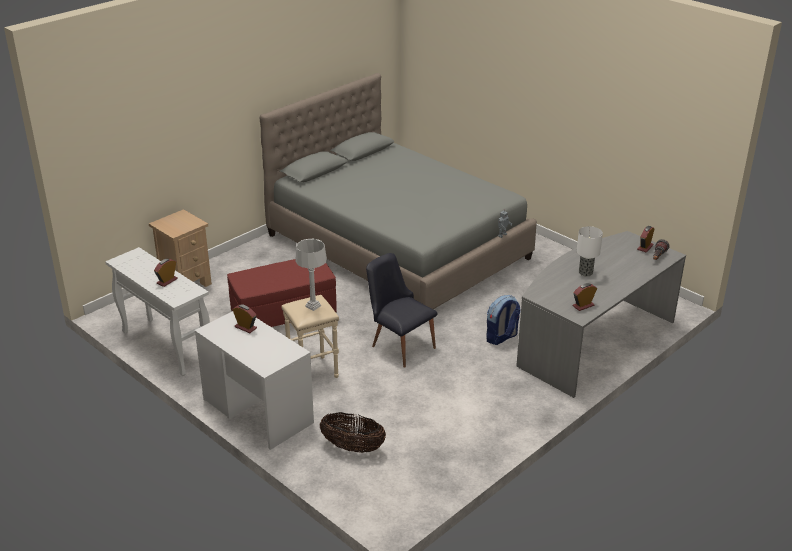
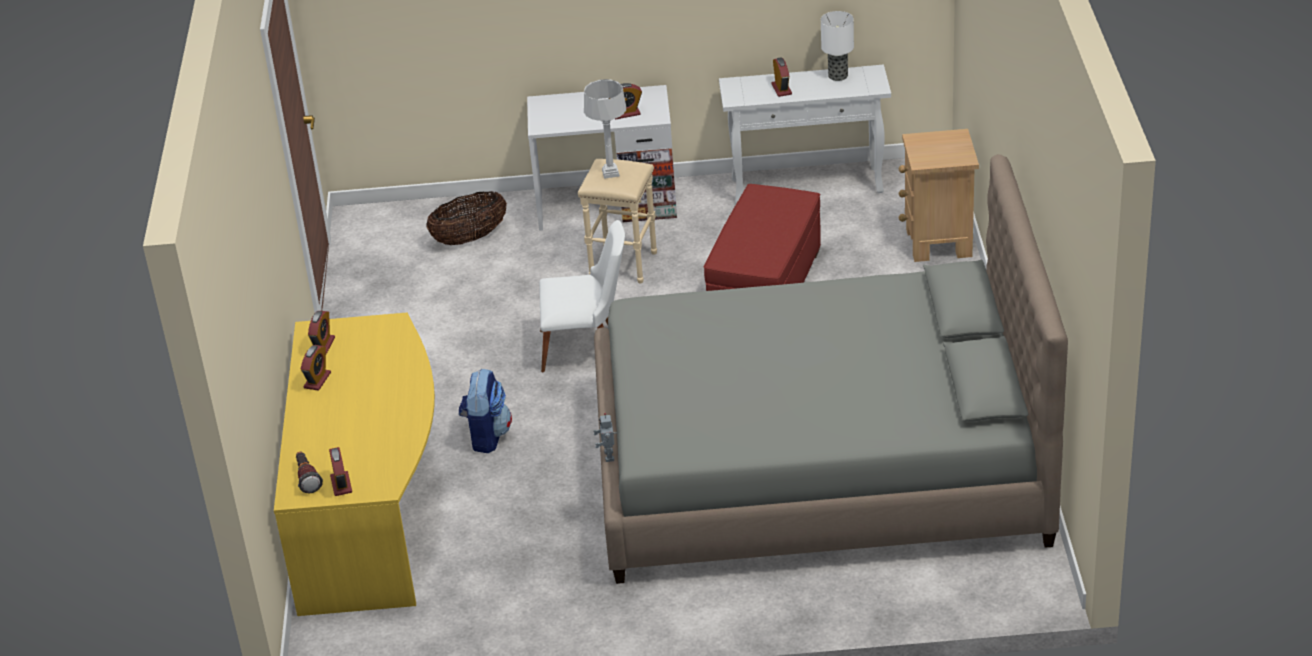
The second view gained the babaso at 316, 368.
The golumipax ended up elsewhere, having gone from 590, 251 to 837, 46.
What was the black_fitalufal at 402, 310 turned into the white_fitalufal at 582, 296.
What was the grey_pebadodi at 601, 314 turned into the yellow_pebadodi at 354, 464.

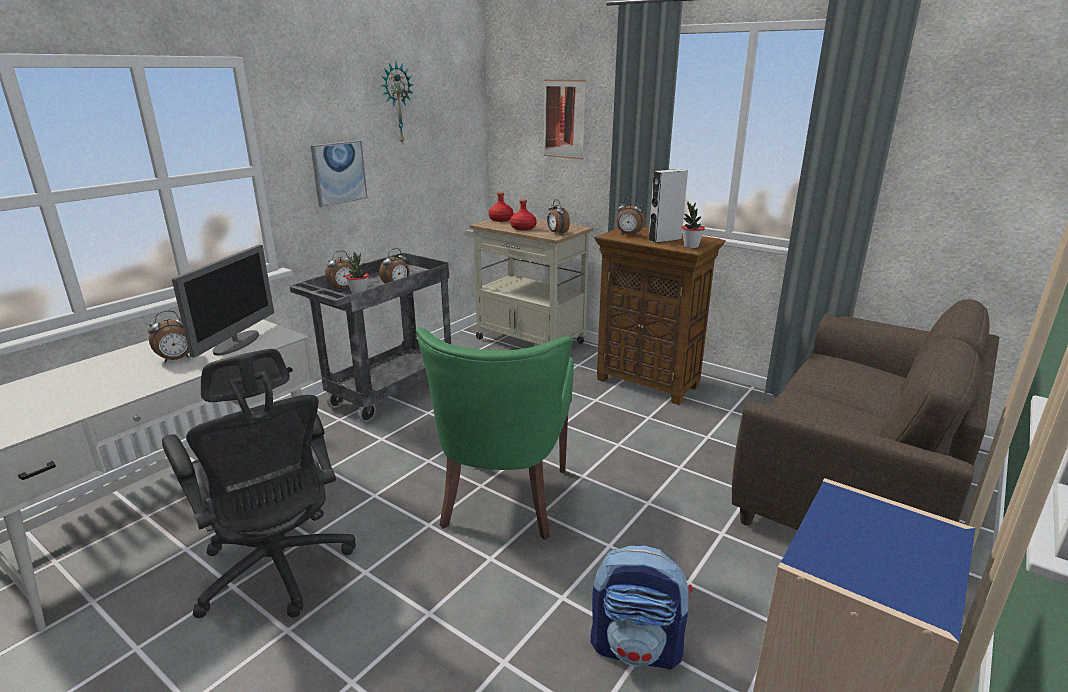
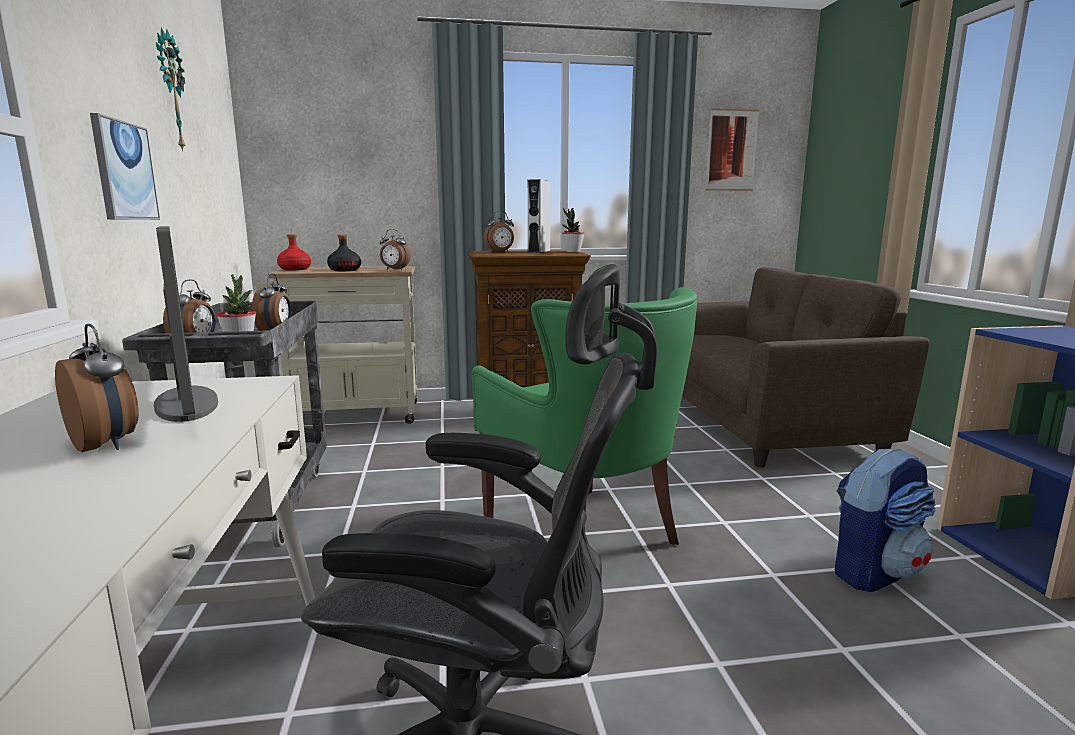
The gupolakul ended up elsewhere, having gone from 565, 119 to 732, 149.
What was the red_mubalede at 523, 214 turned into the black_mubalede at 344, 253.
The babaso at 168, 336 ended up facing another way, 60 degrees counterclockwise from before.

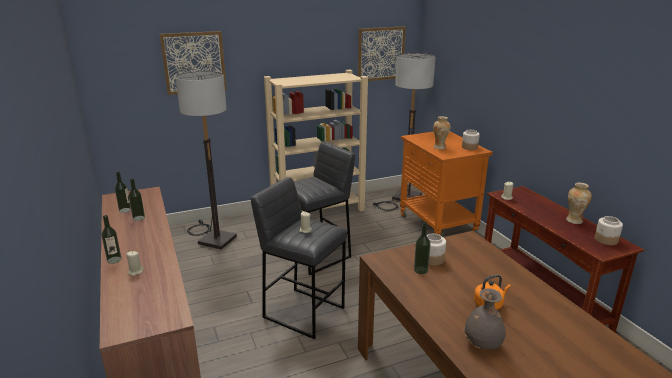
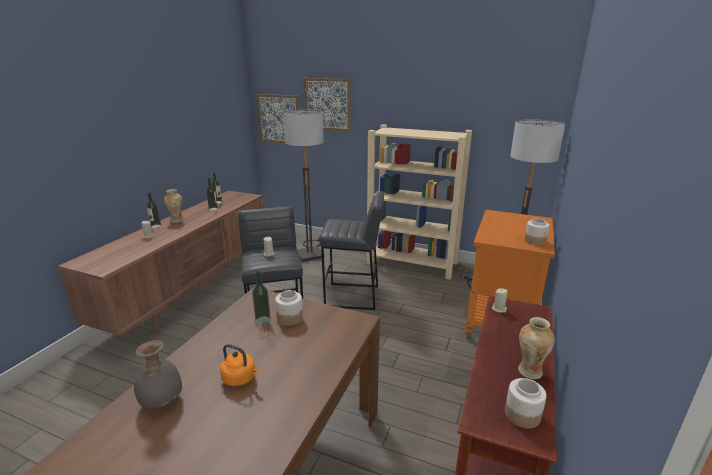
The gupolakul ended up elsewhere, having gone from 382, 53 to 277, 118.
The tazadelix ended up elsewhere, having gone from 442, 132 to 174, 206.

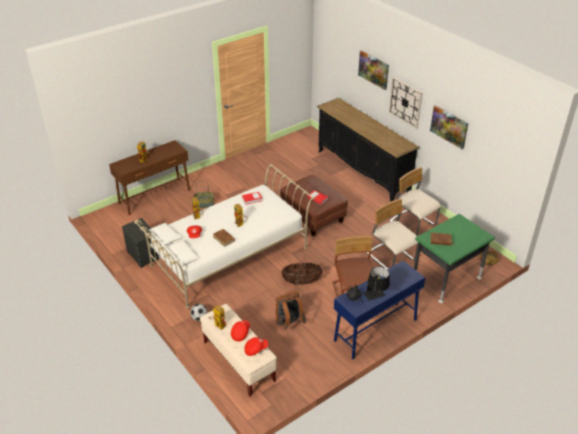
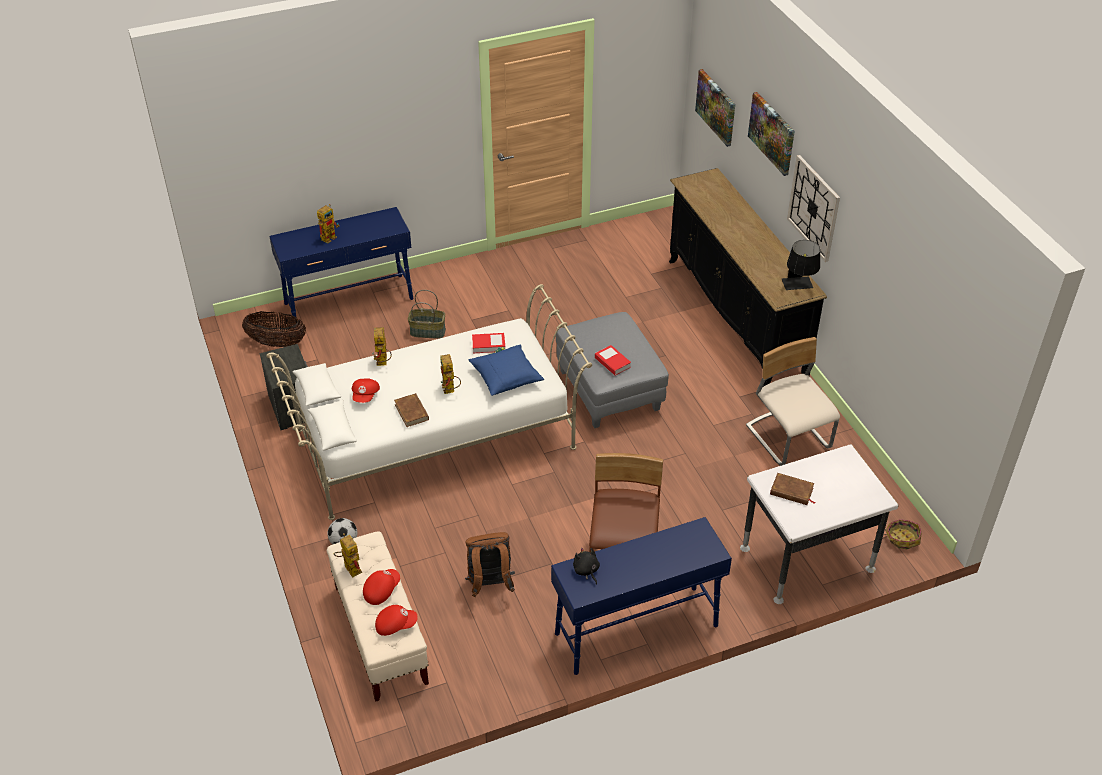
The second view lost the beige_fitalufal at 392, 233.
The second view gained the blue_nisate at 506, 370.
The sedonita ended up elsewhere, having gone from 302, 274 to 274, 329.
The black_golumipax ended up elsewhere, having gone from 376, 283 to 801, 265.
The gupolakul ended up elsewhere, having gone from 449, 127 to 715, 108.
What was the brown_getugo at 149, 177 turned into the blue_getugo at 341, 267.
What was the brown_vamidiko at 314, 205 turned into the grey_vamidiko at 612, 370.
What was the green_pebadodi at 454, 258 turned into the white_pebadodi at 819, 524.

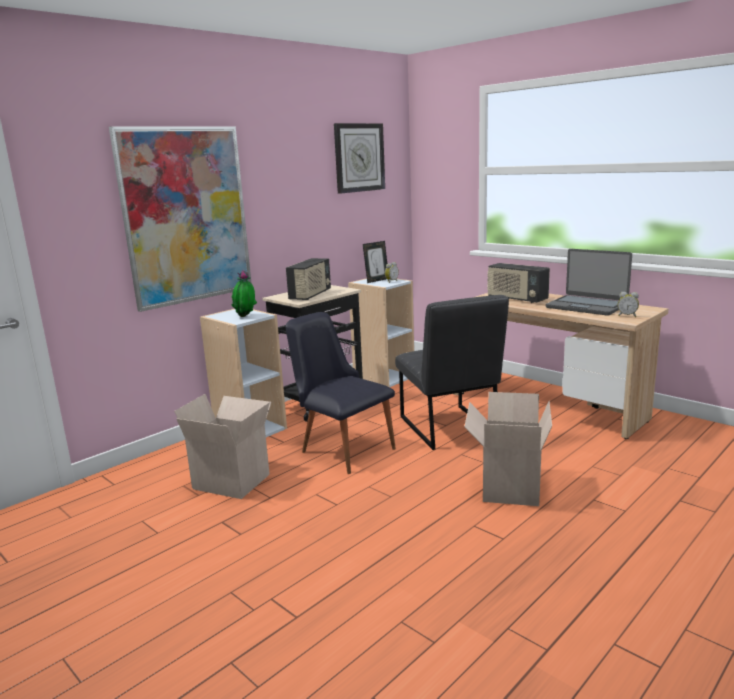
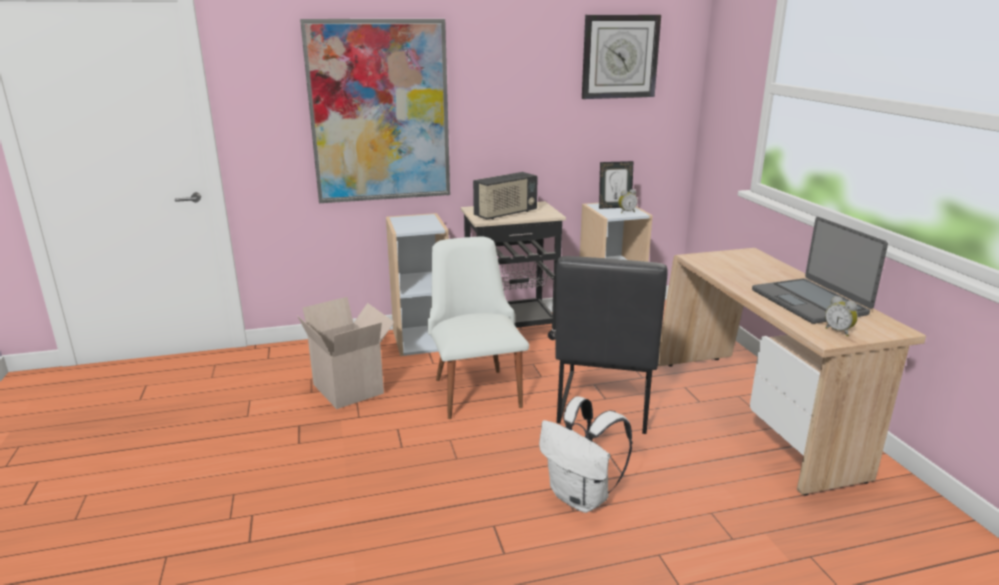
The second view lost the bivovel at 244, 293.
The second view lost the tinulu at 518, 283.
Where the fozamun stood at 508, 449, the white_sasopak came to stand at 585, 454.
What was the black_fitalufal at 340, 393 turned into the white_fitalufal at 478, 328.

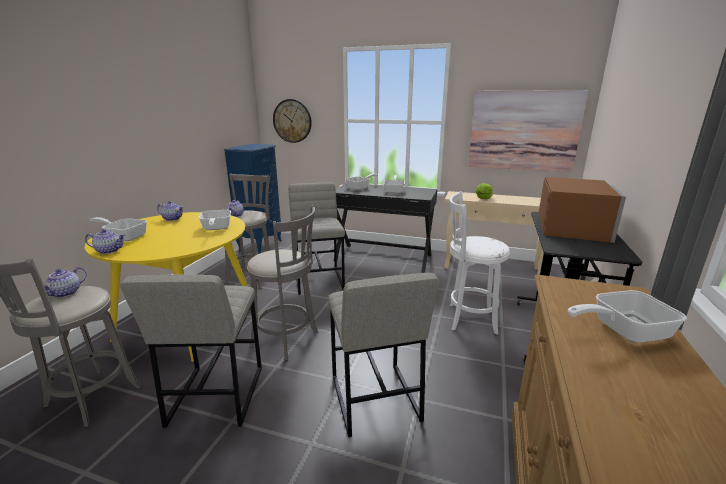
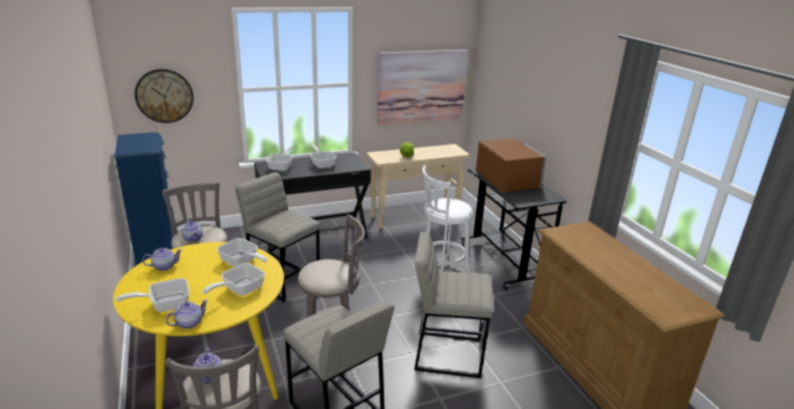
The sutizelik ended up elsewhere, having gone from 627, 316 to 233, 279.
The grey_fitalufal at 383, 355 ended up facing another way, 150 degrees clockwise from before.

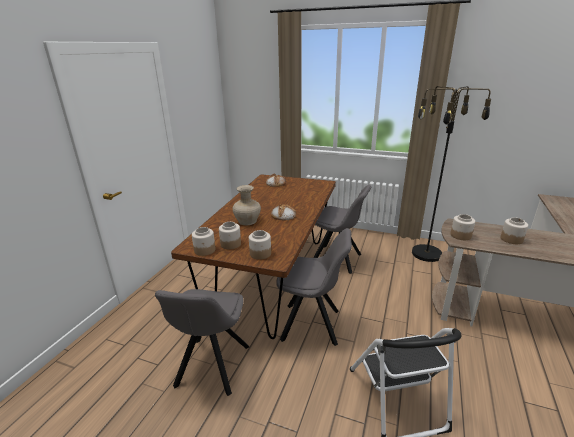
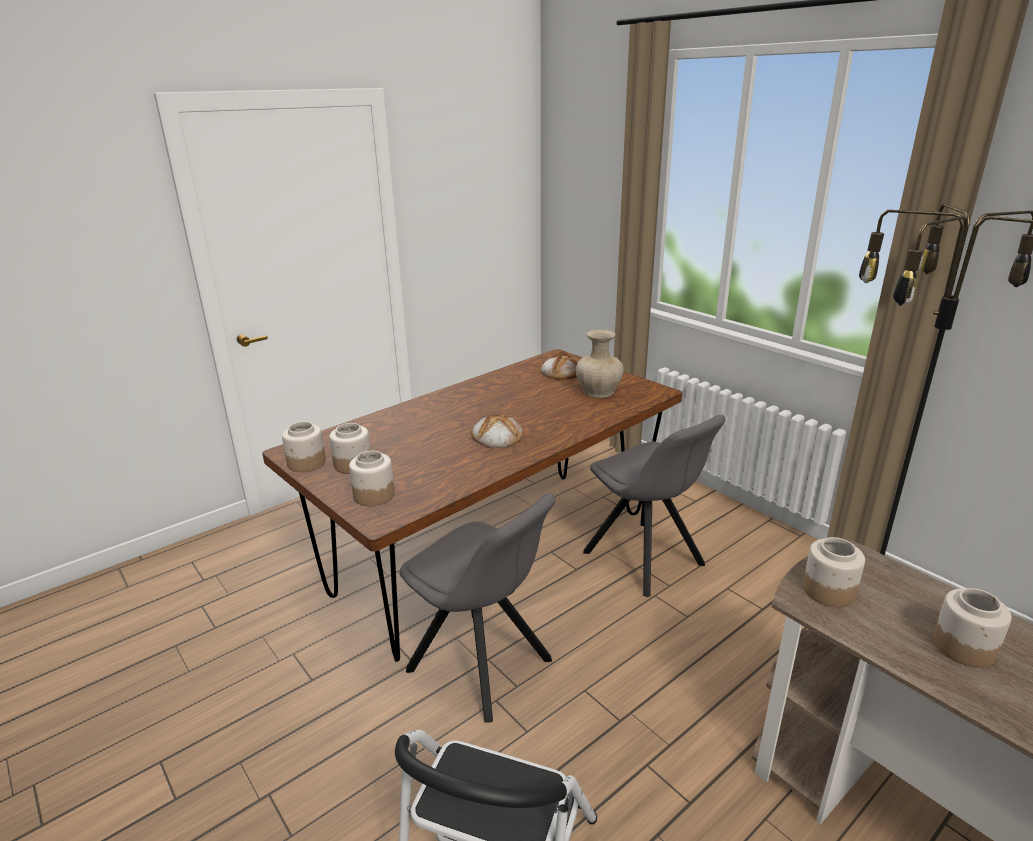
The second view lost the grey_fitalufal at 202, 342.
The beige_tazadelix ended up elsewhere, having gone from 246, 205 to 600, 363.

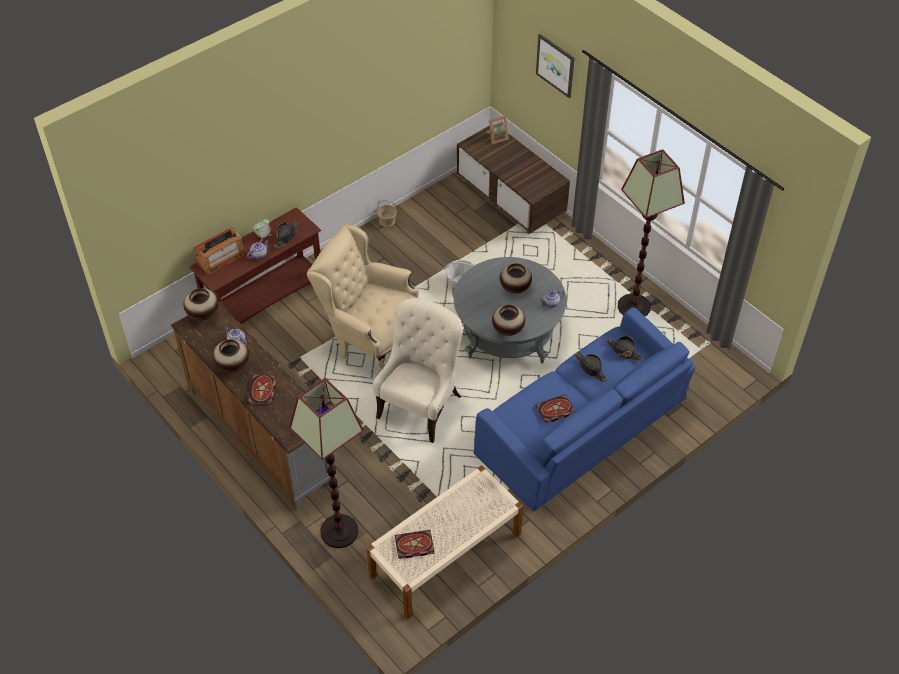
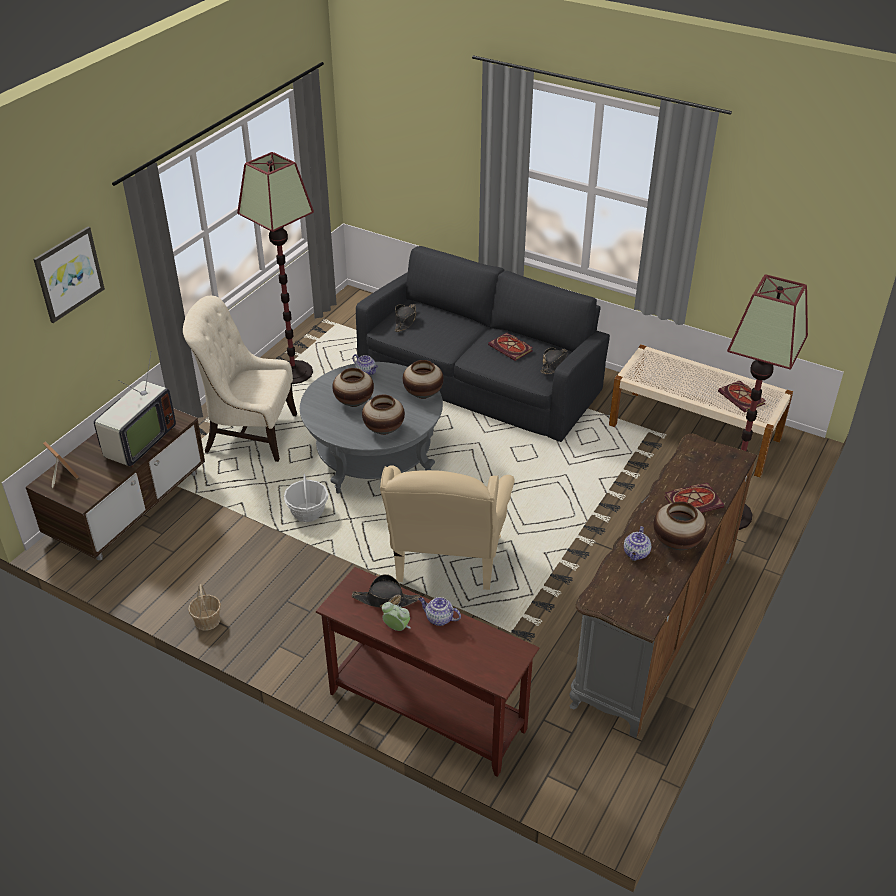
The second view lost the tinulu at 219, 251.
The second view gained the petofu at 135, 410.
The tazadelix ended up elsewhere, having gone from 201, 304 to 383, 414.
The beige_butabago ended up elsewhere, having gone from 418, 370 to 240, 379.
The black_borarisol ended up elsewhere, having gone from 591, 367 to 554, 360.
What was the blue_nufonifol at 584, 409 turned into the grey_nufonifol at 483, 344.

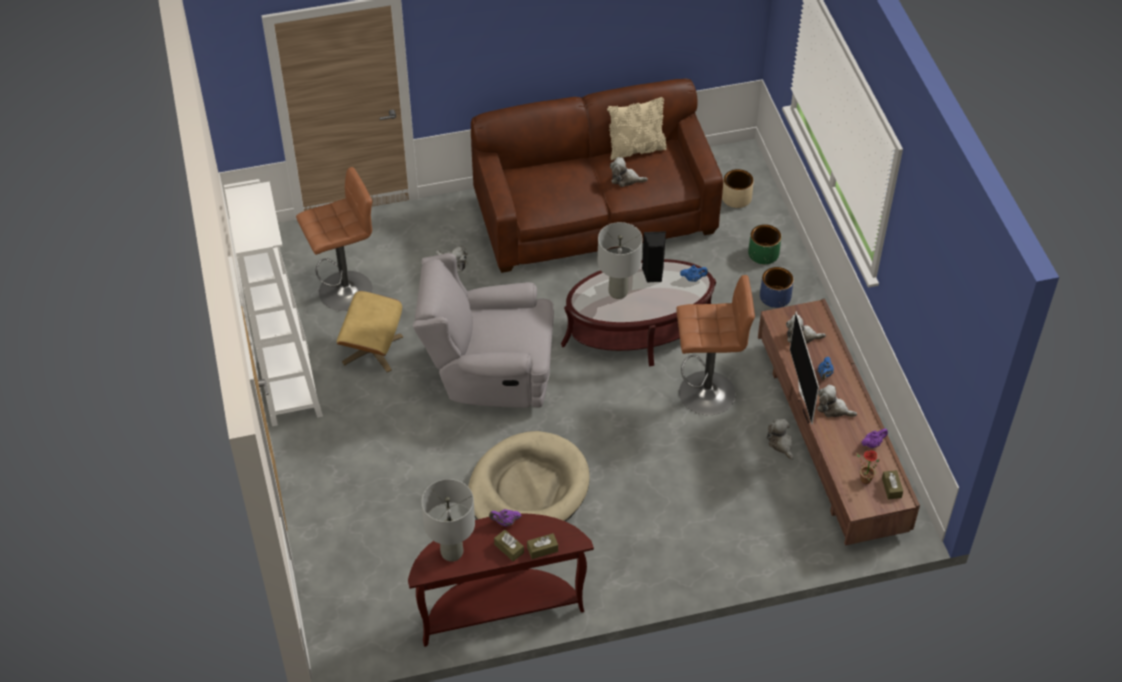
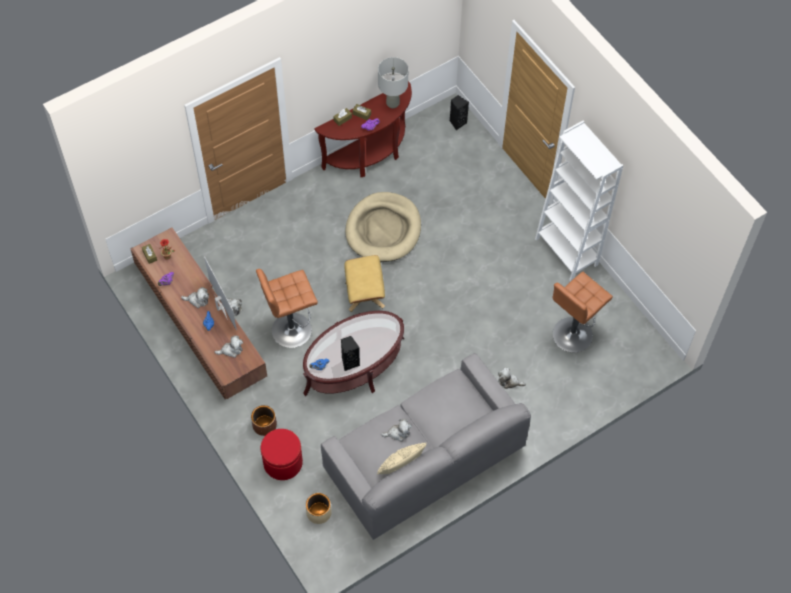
The second view lost the grey_butabago at 483, 330.
The second view lost the grey_golumipax at 620, 260.
The second view gained the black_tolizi at 459, 112.
The beige_vamidiko ended up elsewhere, having gone from 370, 331 to 364, 283.
Where the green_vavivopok stood at 764, 244, the red_vamidiko came to stand at 282, 454.
What was the brown_nufonifol at 597, 176 turned into the grey_nufonifol at 426, 446.
What was the blue_vavivopok at 777, 287 turned into the brown_vavivopok at 264, 420.

